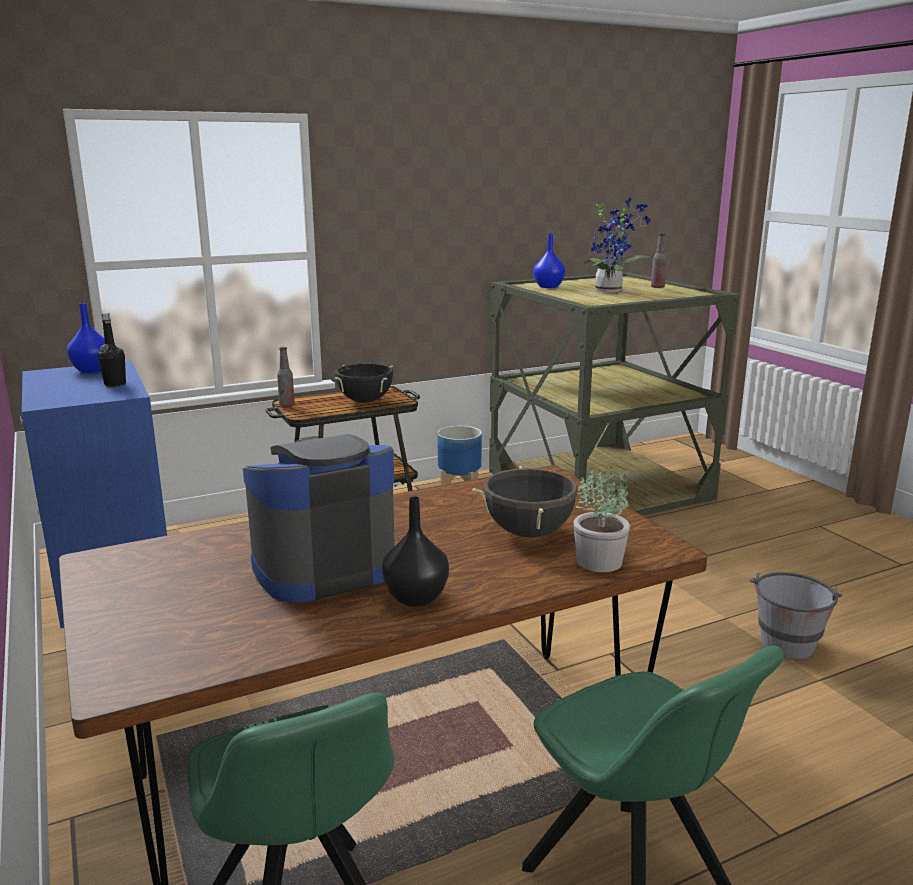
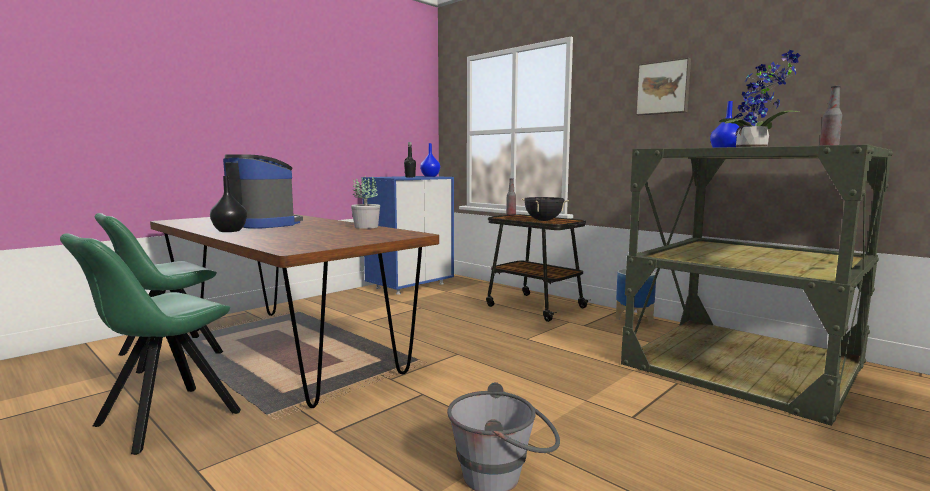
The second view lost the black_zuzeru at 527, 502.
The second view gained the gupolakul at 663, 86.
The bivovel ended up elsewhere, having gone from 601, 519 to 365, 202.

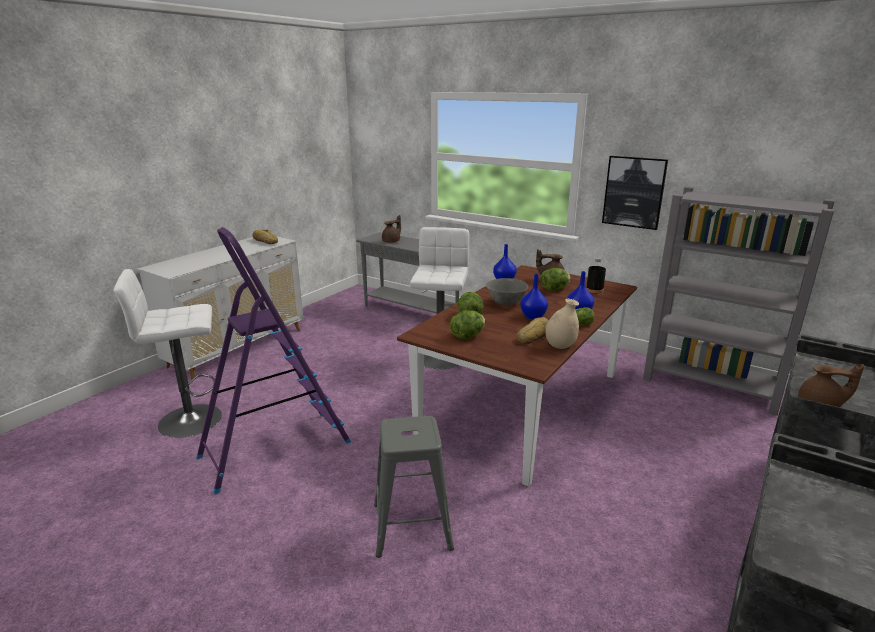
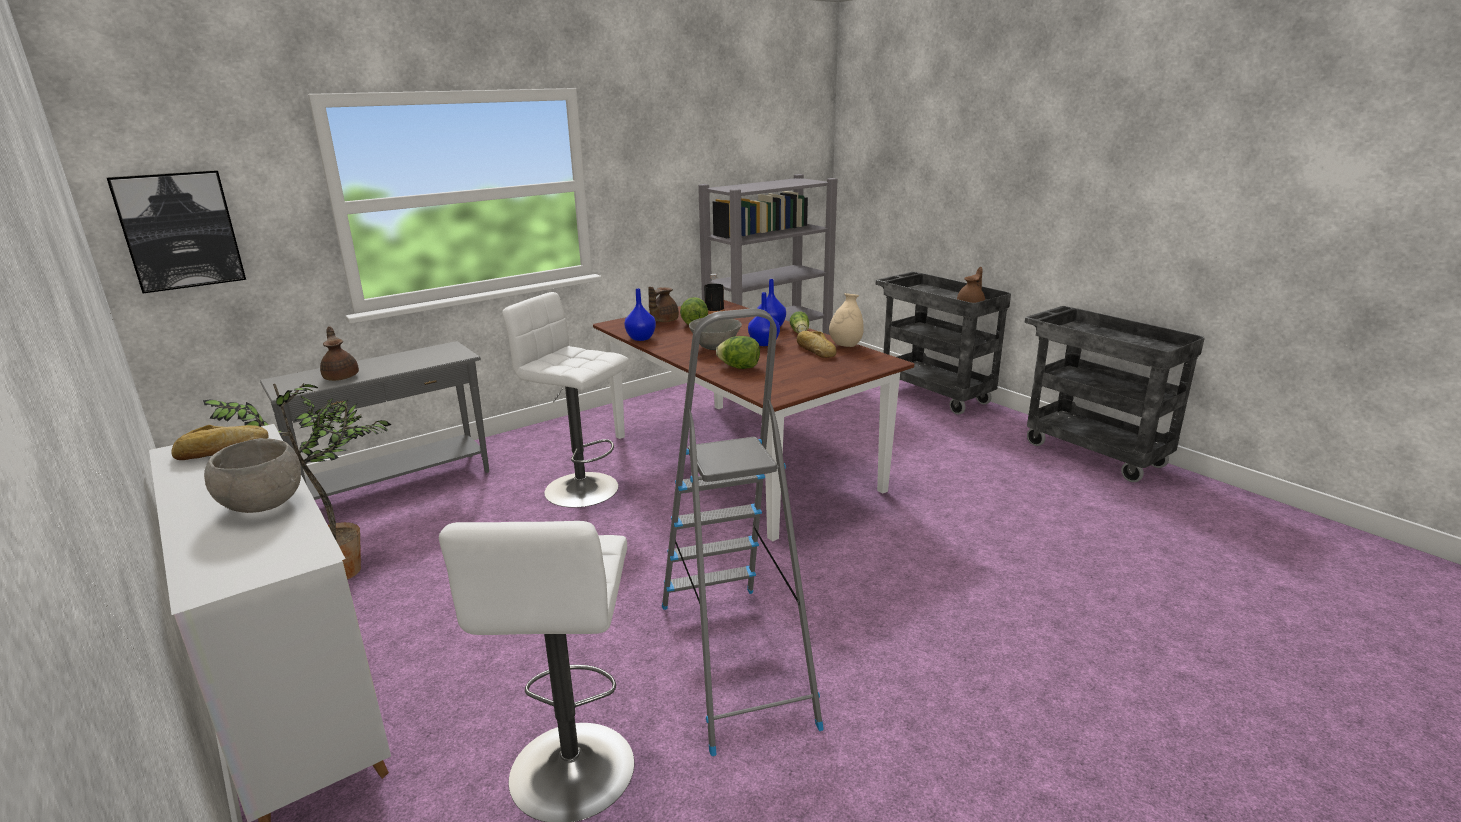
The second view lost the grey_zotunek at 414, 487.
The second view lost the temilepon at 467, 324.
The second view gained the bivovel at 297, 481.
The second view gained the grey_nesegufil at 252, 475.
The gupolakul ended up elsewhere, having gone from 635, 193 to 176, 232.
What was the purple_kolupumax at 273, 360 turned into the grey_kolupumax at 743, 532.

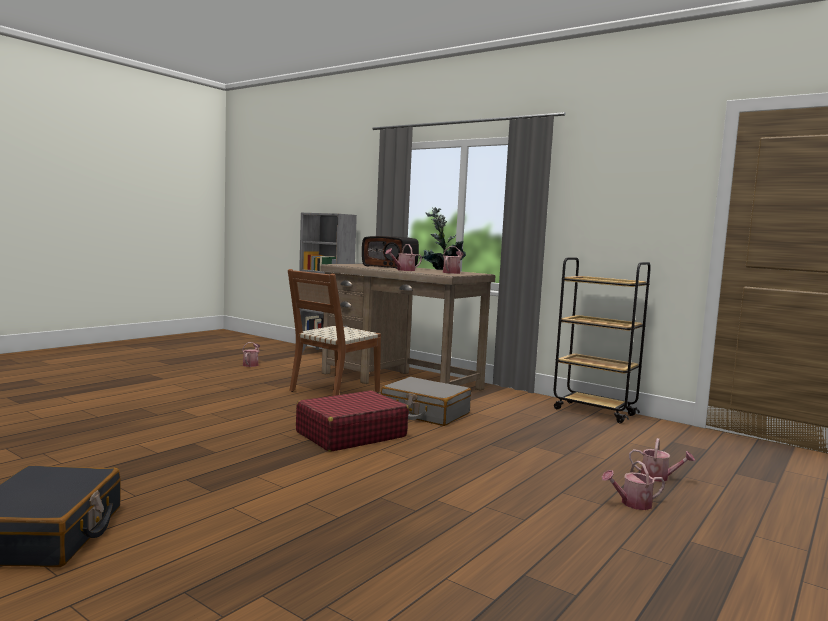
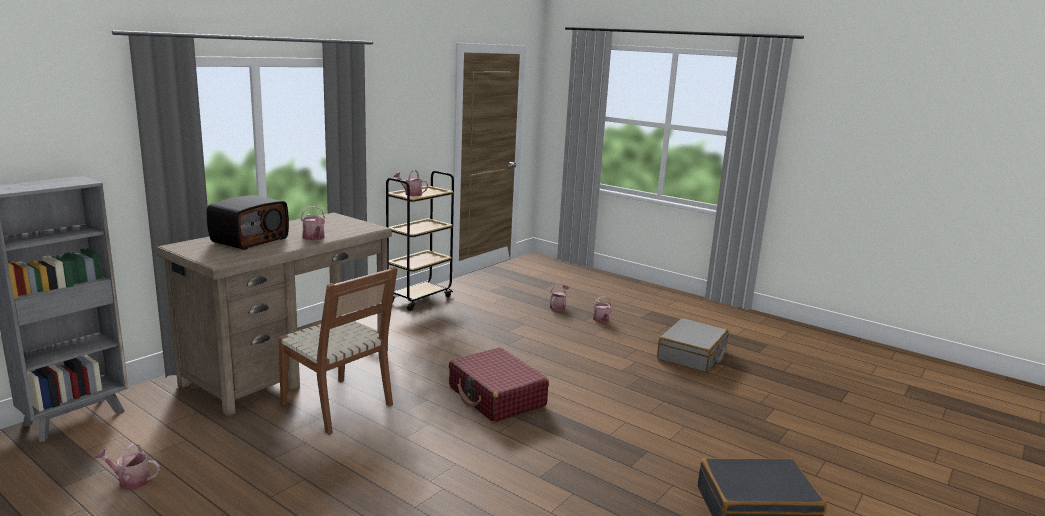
The second view lost the bivovel at 442, 238.
The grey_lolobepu ended up elsewhere, having gone from 426, 401 to 693, 345.
The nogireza ended up elsewhere, having gone from 453, 260 to 411, 183.

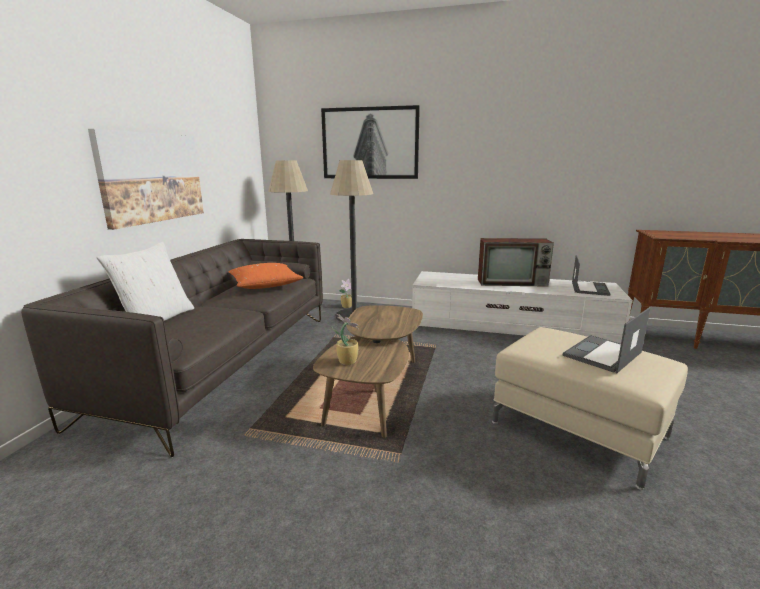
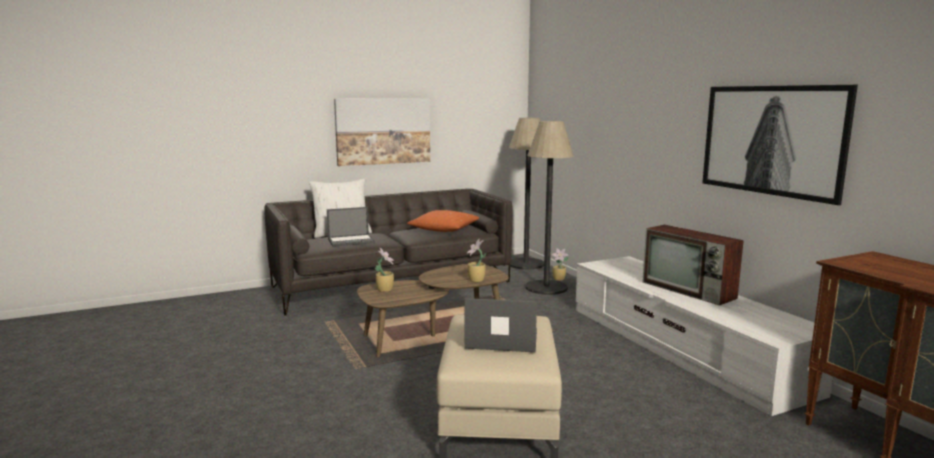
The second view gained the bivovel at 476, 260.
The gupolakul ended up elsewhere, having gone from 370, 142 to 780, 145.
The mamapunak ended up elsewhere, having gone from 591, 275 to 351, 227.

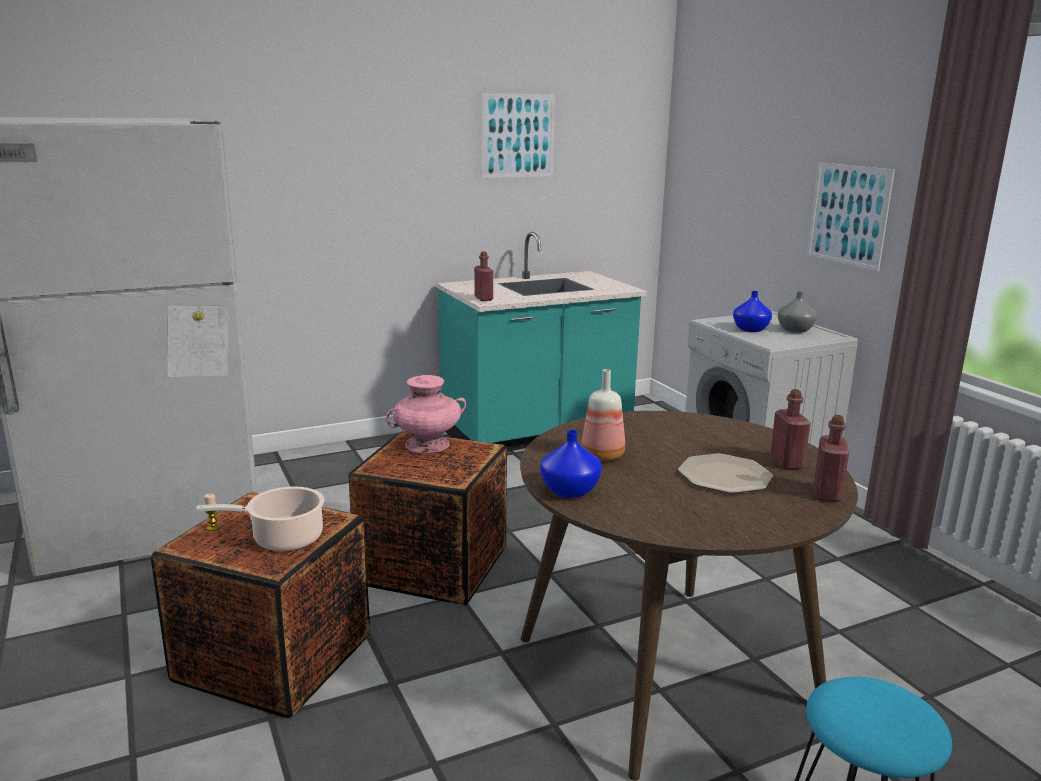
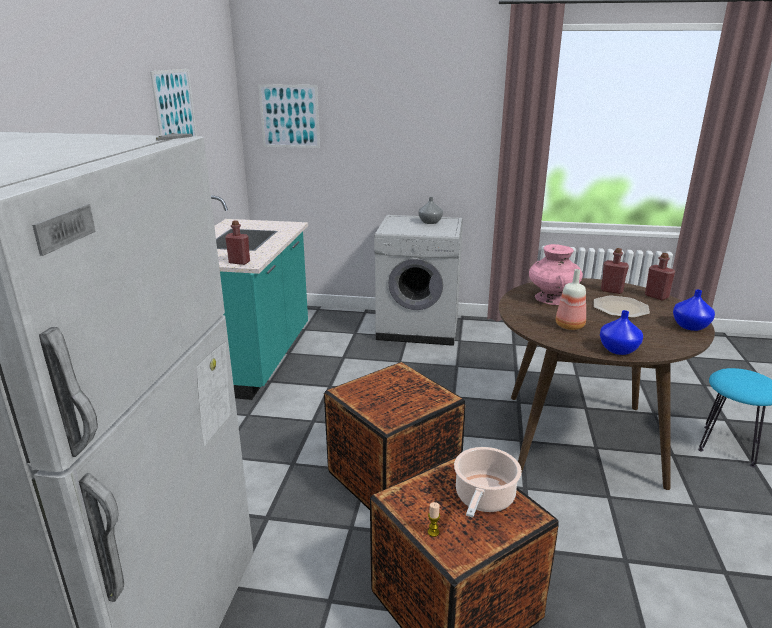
The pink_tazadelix ended up elsewhere, having gone from 426, 414 to 556, 274.
The blue_tazadelix ended up elsewhere, having gone from 752, 311 to 694, 310.
The gupolakul ended up elsewhere, having gone from 851, 216 to 289, 116.

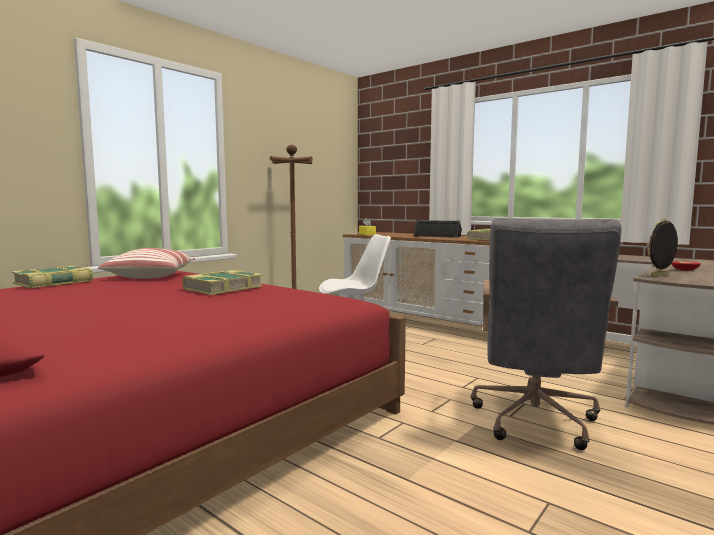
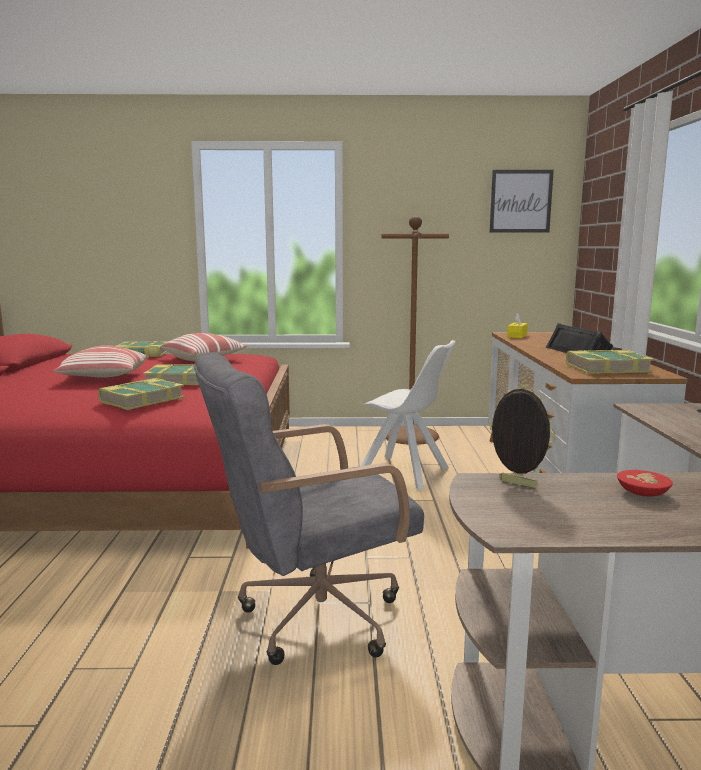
The second view gained the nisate at 100, 361.
The second view gained the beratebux at 141, 394.
The second view gained the gupolakul at 521, 201.

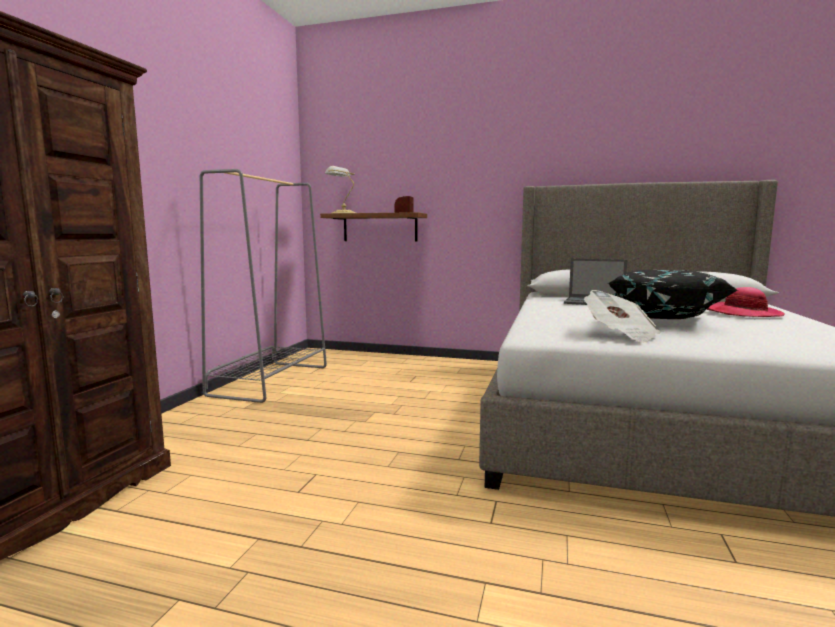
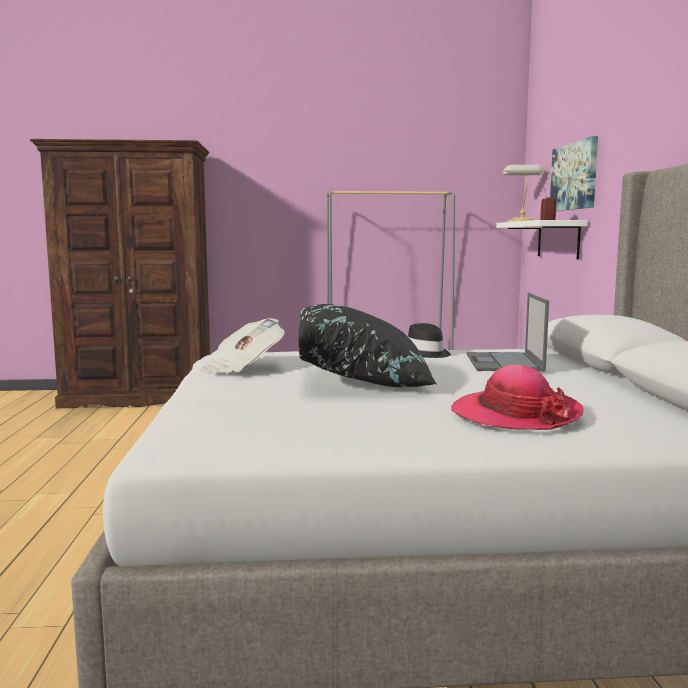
The second view gained the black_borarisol at 429, 340.
The second view gained the gupolakul at 574, 173.
What was the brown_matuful at 373, 227 turned into the white_matuful at 541, 240.

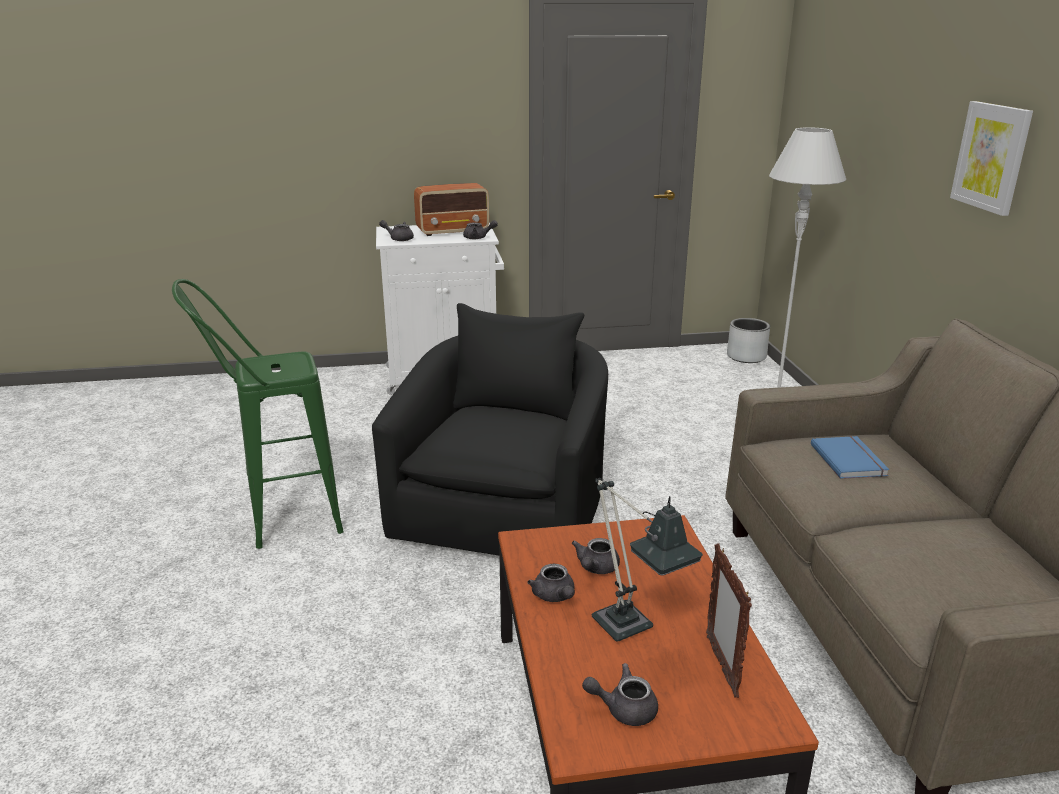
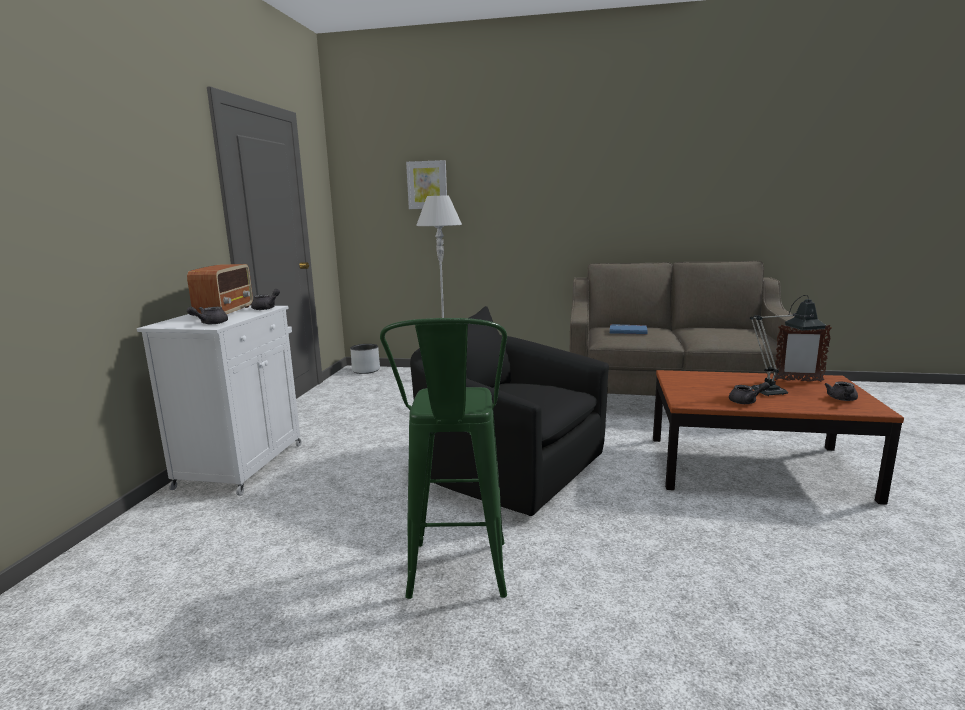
The second view lost the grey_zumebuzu at 596, 556.
The gupolakul ended up elsewhere, having gone from 991, 158 to 426, 184.

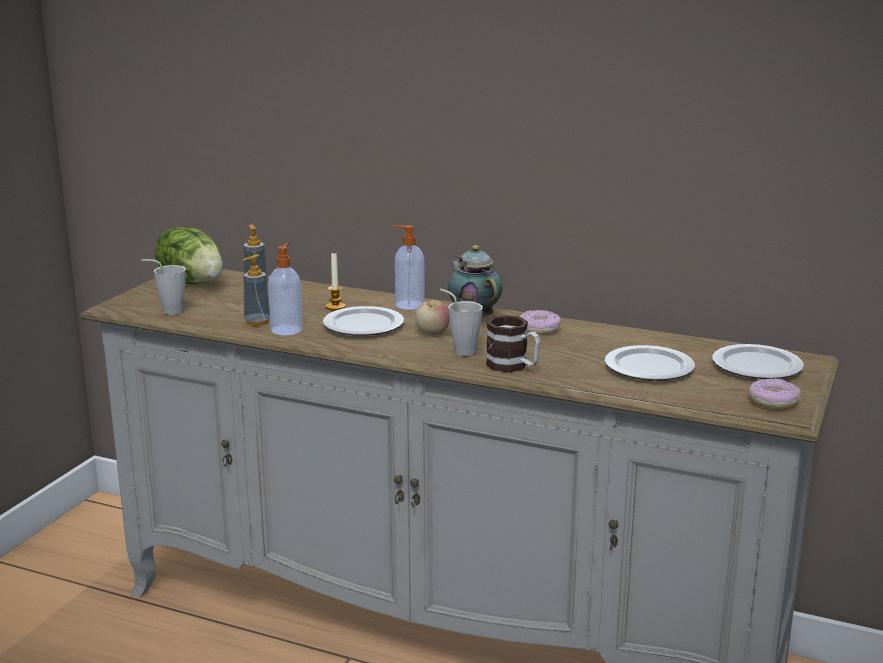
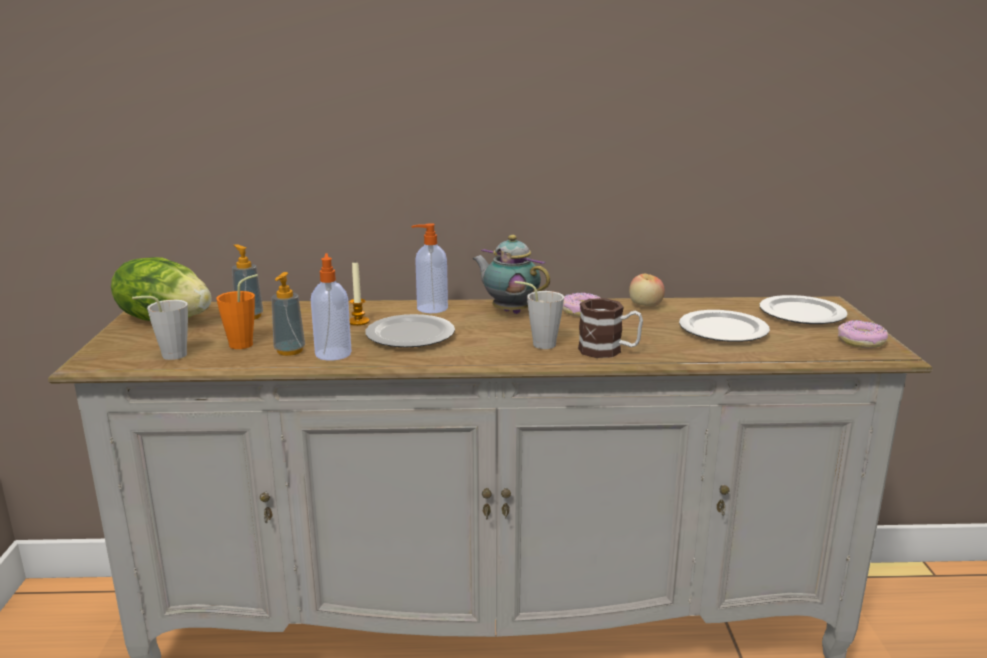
The second view gained the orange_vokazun at 237, 311.
The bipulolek ended up elsewhere, having gone from 432, 317 to 647, 290.

